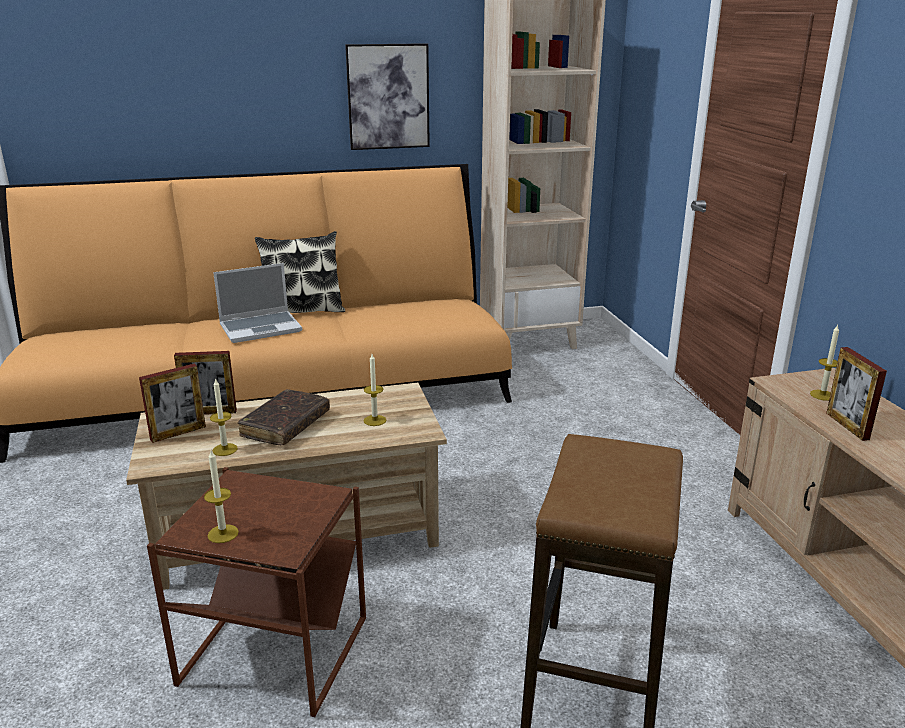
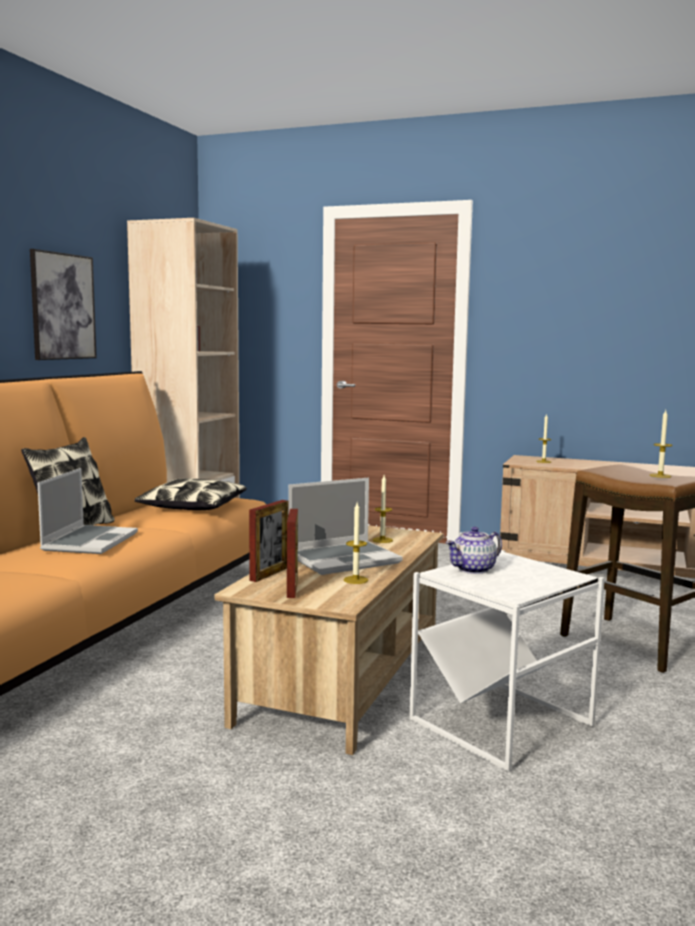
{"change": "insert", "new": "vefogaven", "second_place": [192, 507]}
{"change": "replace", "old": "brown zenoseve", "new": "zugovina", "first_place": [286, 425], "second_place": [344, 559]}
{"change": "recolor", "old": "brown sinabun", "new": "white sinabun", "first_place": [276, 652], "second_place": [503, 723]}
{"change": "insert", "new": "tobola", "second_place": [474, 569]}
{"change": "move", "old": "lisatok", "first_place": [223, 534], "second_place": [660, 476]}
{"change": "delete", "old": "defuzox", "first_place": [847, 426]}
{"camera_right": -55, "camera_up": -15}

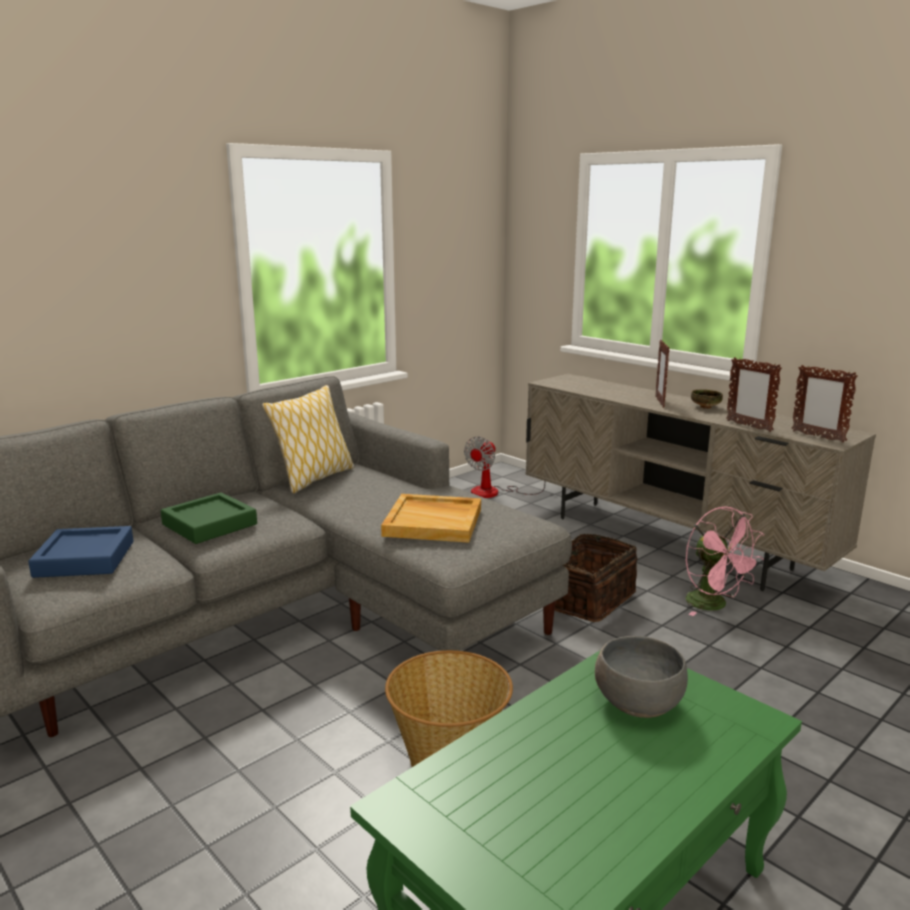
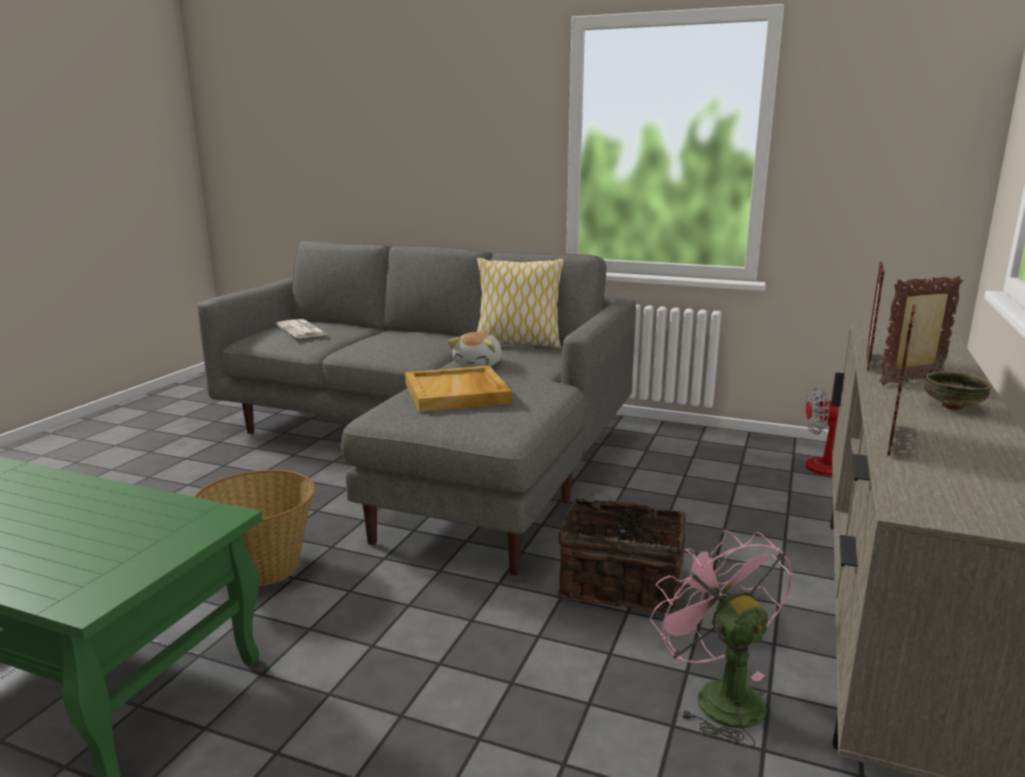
{"change": "replace", "old": "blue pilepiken", "new": "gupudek", "first_place": [85, 559], "second_place": [302, 330]}
{"change": "insert", "new": "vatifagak", "second_place": [479, 364]}
{"change": "rotate", "old": "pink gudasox", "first_place": [714, 605], "second_place": [718, 695], "degrees": 120}
{"change": "move", "old": "defuzox", "first_place": [817, 436], "second_place": [868, 361]}
{"change": "delete", "old": "green pilepiken", "first_place": [209, 524]}
{"change": "delete", "old": "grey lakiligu", "first_place": [637, 703]}
{"camera_right": 65, "camera_up": 0}

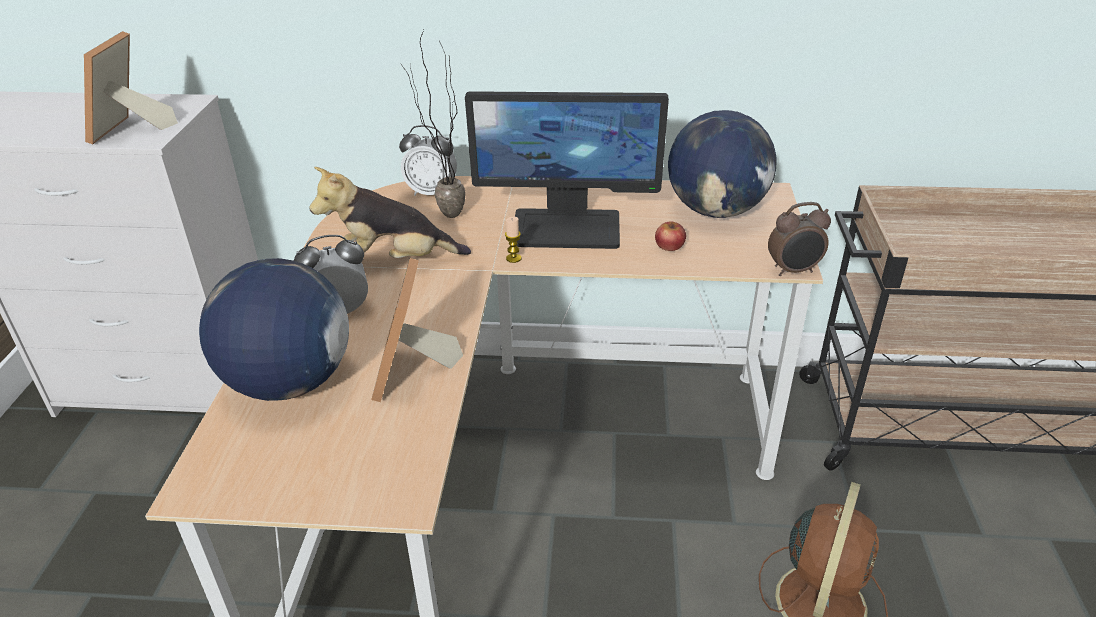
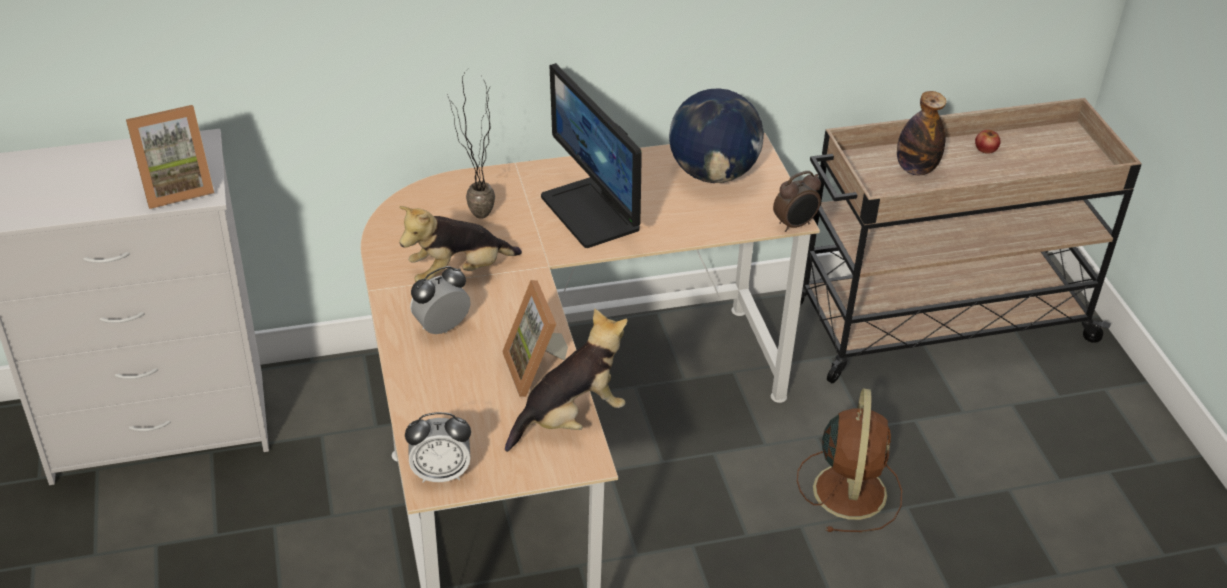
{"change": "rotate", "old": "defuzox", "first_place": [130, 131], "second_place": [175, 187], "degrees": -105}
{"change": "move", "old": "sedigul", "first_place": [431, 192], "second_place": [441, 473]}
{"change": "insert", "new": "vatifagak", "second_place": [571, 418]}
{"change": "rotate", "old": "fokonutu", "first_place": [567, 228], "second_place": [592, 212], "degrees": 75}
{"change": "insert", "new": "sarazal", "second_place": [915, 169]}
{"change": "move", "old": "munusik", "first_place": [669, 245], "second_place": [986, 149]}
{"change": "delete", "old": "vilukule", "first_place": [289, 383]}
{"change": "delete", "old": "lisatok", "first_place": [513, 258]}
{"camera_right": -20, "camera_up": 5}

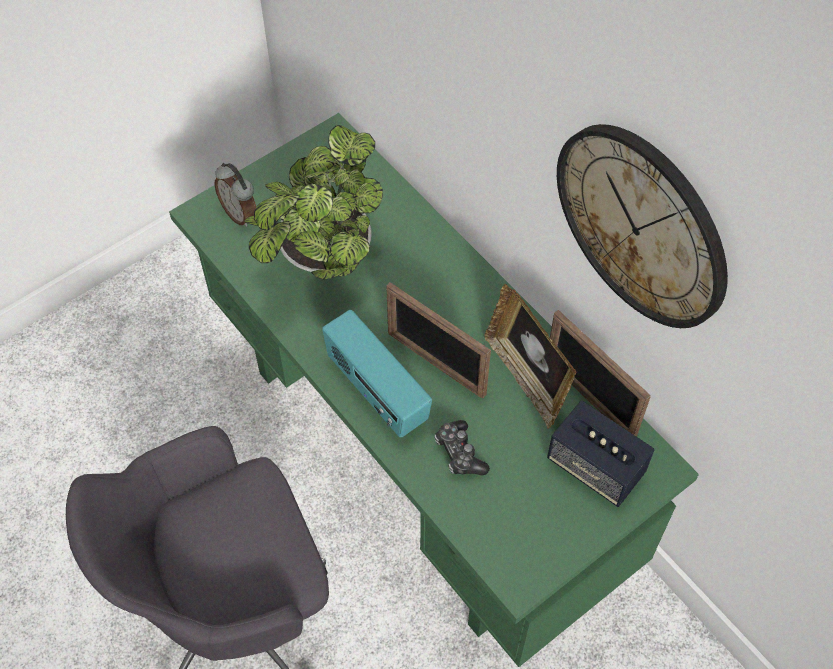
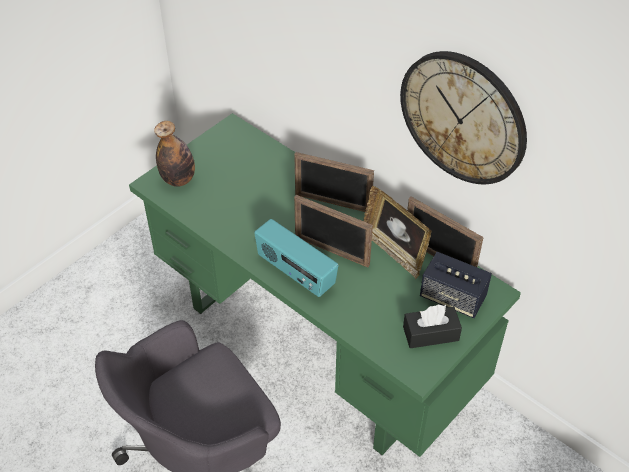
{"change": "replace", "old": "sedigul", "new": "sarazal", "first_place": [240, 213], "second_place": [178, 179]}
{"change": "insert", "new": "defuzox", "second_place": [332, 203]}
{"change": "insert", "new": "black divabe", "second_place": [430, 333]}
{"change": "delete", "old": "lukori", "first_place": [322, 259]}
{"change": "delete", "old": "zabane", "first_place": [459, 453]}
{"camera_right": -10, "camera_up": -10}

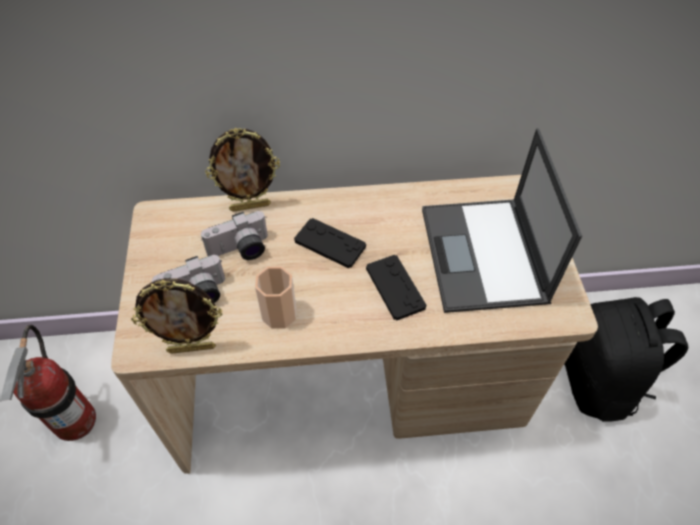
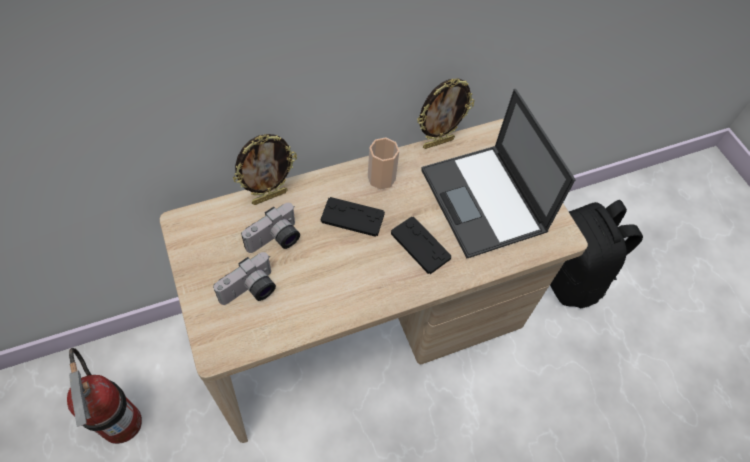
{"change": "move", "old": "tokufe", "first_place": [279, 314], "second_place": [381, 178]}
{"change": "move", "old": "defuzox", "first_place": [192, 348], "second_place": [438, 142]}
{"camera_right": -20, "camera_up": 5}

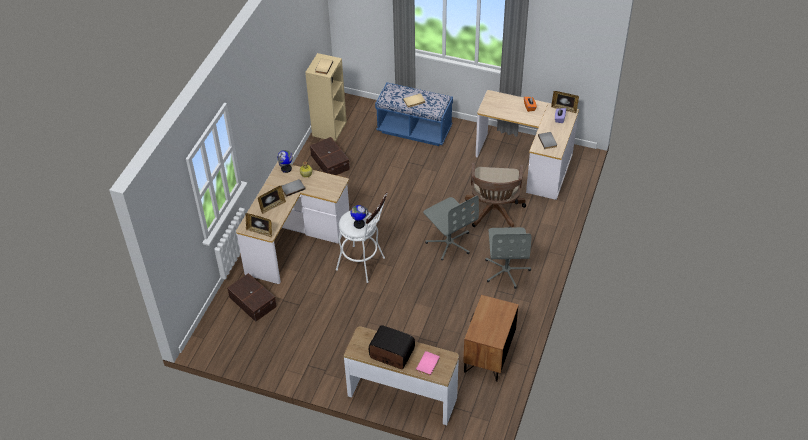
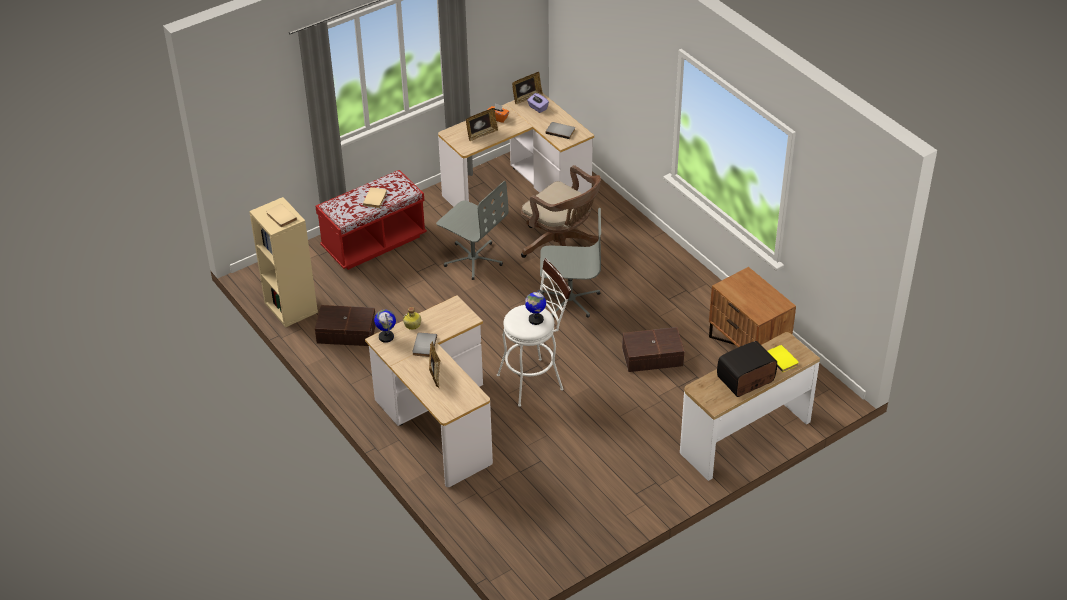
{"change": "recolor", "old": "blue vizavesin", "new": "red vizavesin", "first_place": [414, 130], "second_place": [374, 243]}
{"change": "move", "old": "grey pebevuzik", "first_place": [506, 270], "second_place": [473, 259]}
{"change": "move", "old": "defuzox", "first_place": [260, 231], "second_place": [481, 134]}
{"change": "move", "old": "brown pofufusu", "first_place": [253, 301], "second_place": [651, 356]}
{"change": "recolor", "old": "pink zenoseve", "new": "yellow zenoseve", "first_place": [428, 364], "second_place": [782, 359]}
{"camera_right": -55, "camera_up": -5}

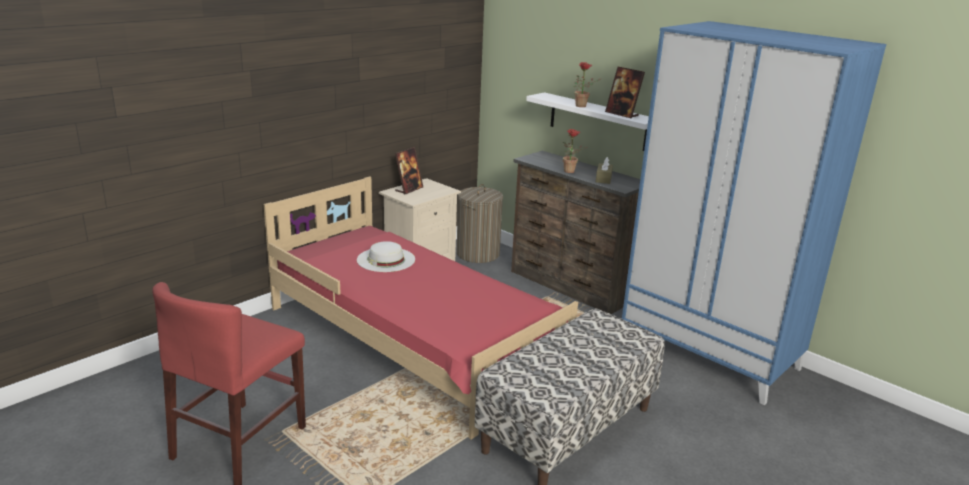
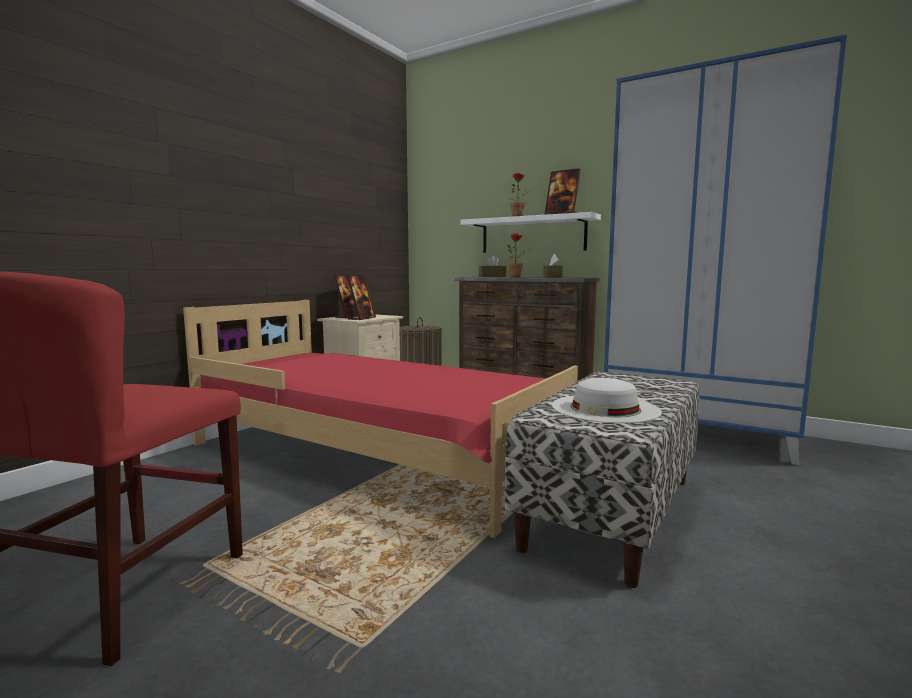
{"change": "insert", "new": "defuzox", "second_place": [362, 318]}
{"change": "insert", "new": "brown divabe", "second_place": [492, 276]}
{"change": "move", "old": "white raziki", "first_place": [386, 259], "second_place": [605, 408]}
{"camera_right": -10, "camera_up": -15}

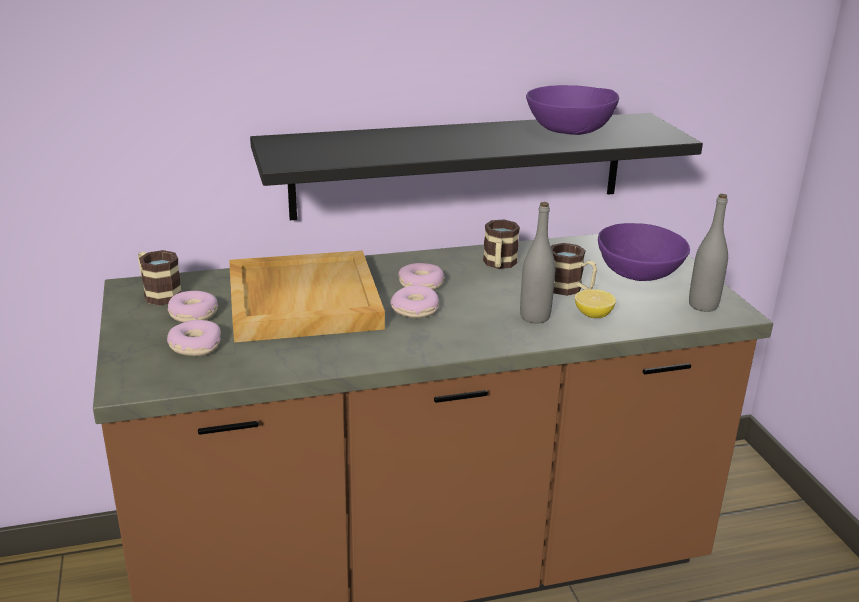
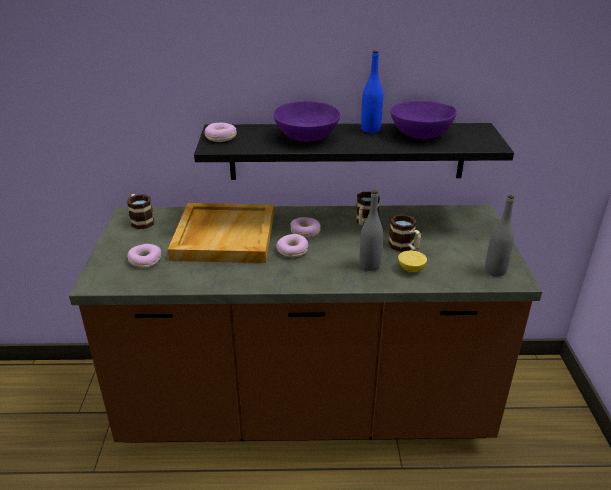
{"change": "move", "old": "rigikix", "first_place": [193, 314], "second_place": [221, 138]}
{"change": "move", "old": "purple lakiligu", "first_place": [639, 273], "second_place": [307, 137]}
{"change": "insert", "new": "blue sarazal", "second_place": [370, 130]}
{"camera_right": 15, "camera_up": 5}

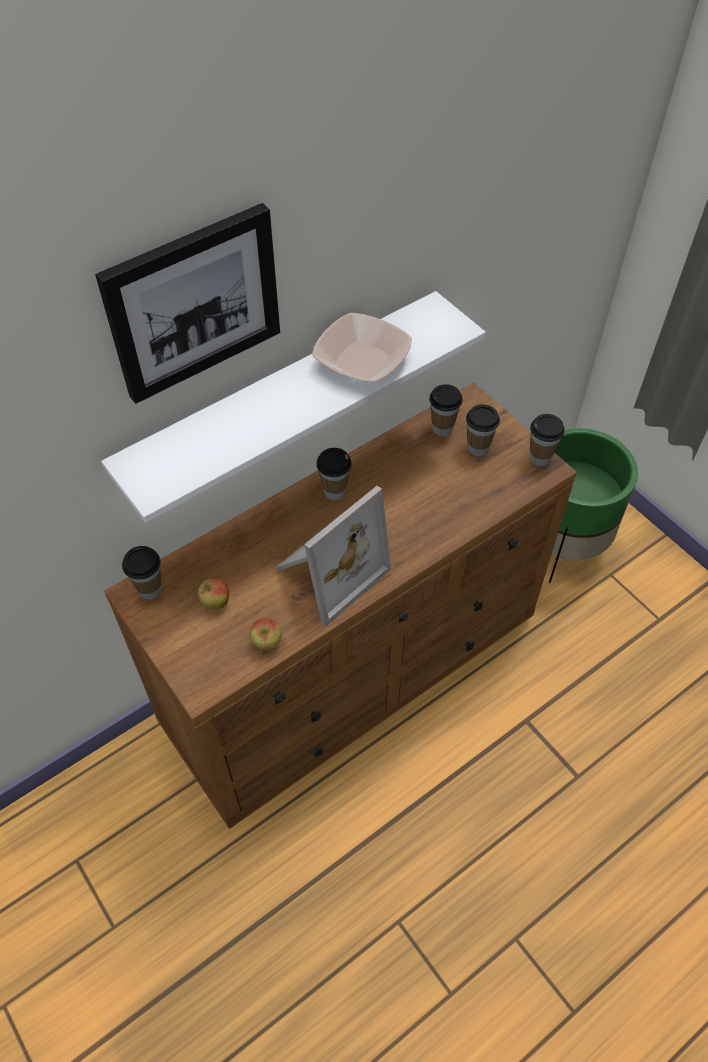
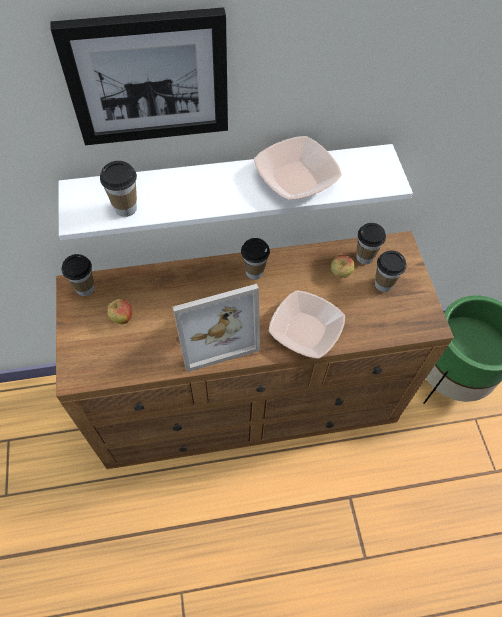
{"change": "move", "old": "tokufe", "first_place": [540, 458], "second_place": [126, 208]}
{"change": "insert", "new": "lakiligu", "second_place": [305, 330]}
{"change": "move", "old": "munusik", "first_place": [267, 643], "second_place": [340, 274]}
{"camera_right": 25, "camera_up": 5}

